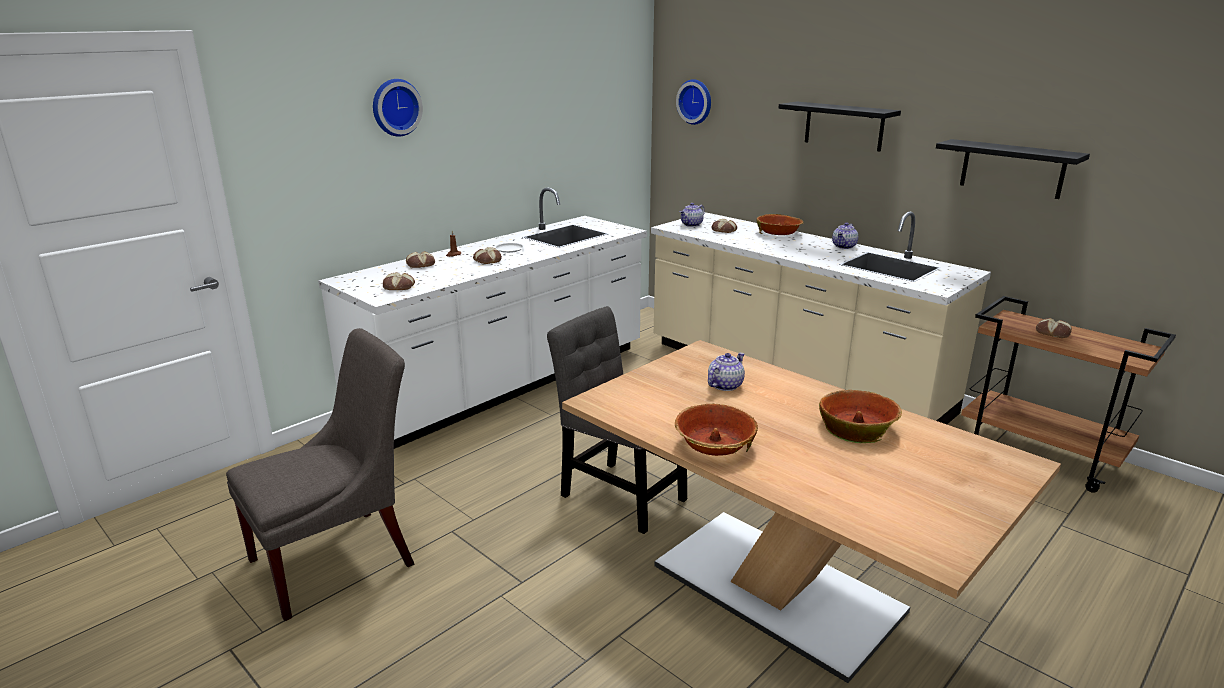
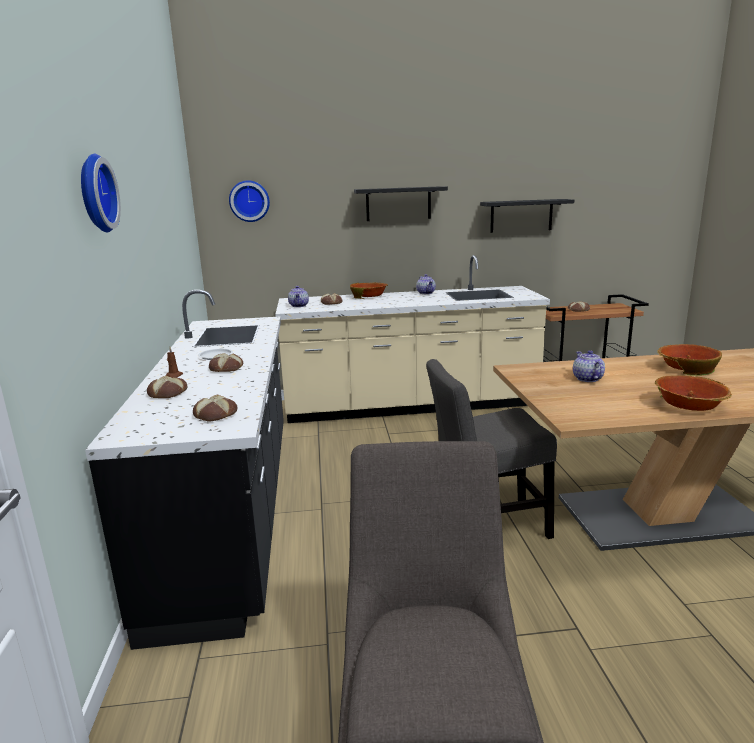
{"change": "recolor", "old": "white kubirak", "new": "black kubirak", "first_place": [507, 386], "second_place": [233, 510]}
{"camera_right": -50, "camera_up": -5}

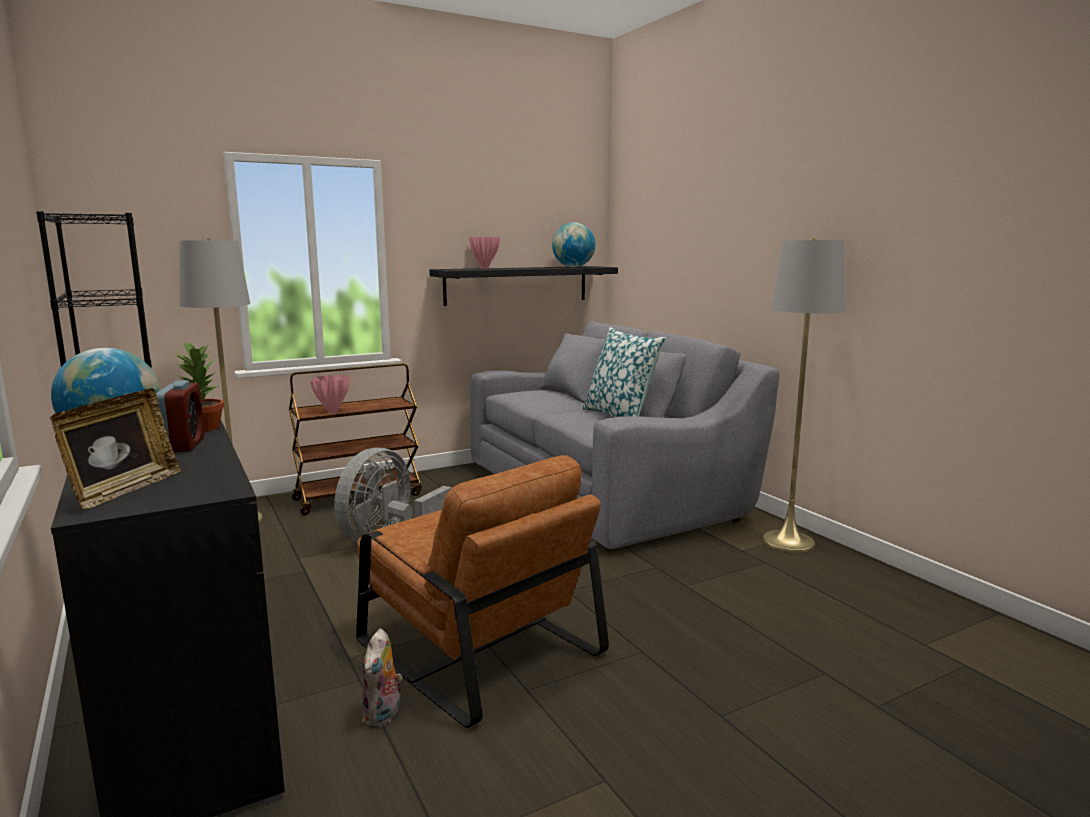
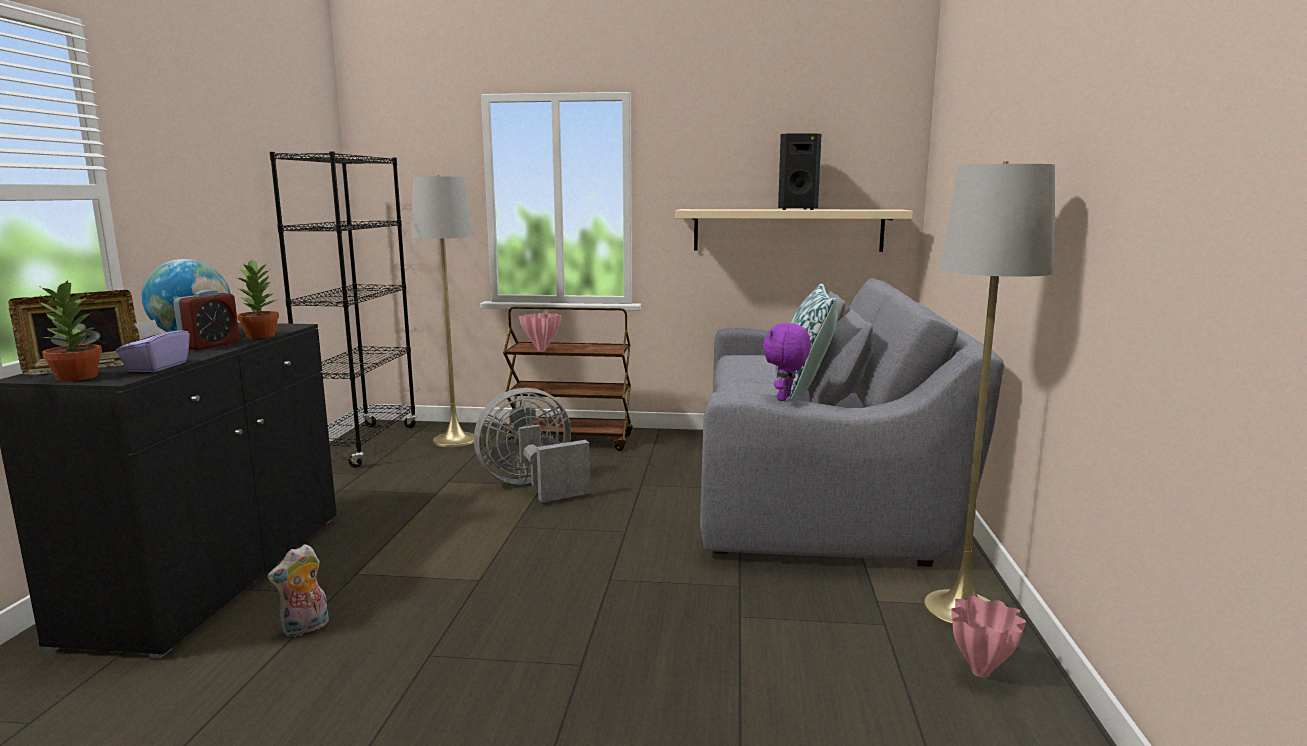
{"change": "insert", "new": "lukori", "second_place": [76, 377]}
{"change": "insert", "new": "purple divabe", "second_place": [157, 367]}
{"change": "recolor", "old": "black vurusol", "new": "beige vurusol", "first_place": [517, 285], "second_place": [788, 230]}
{"change": "insert", "new": "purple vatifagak", "second_place": [785, 398]}
{"change": "insert", "new": "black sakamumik", "second_place": [796, 209]}
{"change": "move", "old": "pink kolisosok", "first_place": [485, 268], "second_place": [982, 672]}
{"change": "delete", "old": "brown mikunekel", "first_place": [475, 645]}
{"change": "delete", "old": "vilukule", "first_place": [573, 267]}
{"camera_right": 35, "camera_up": 0}

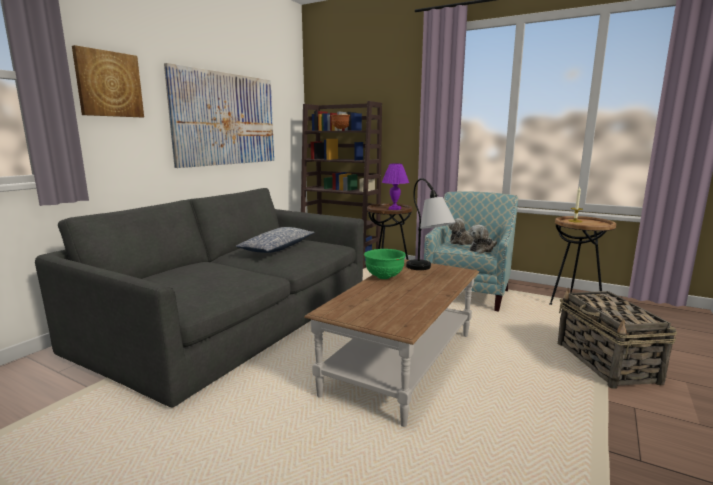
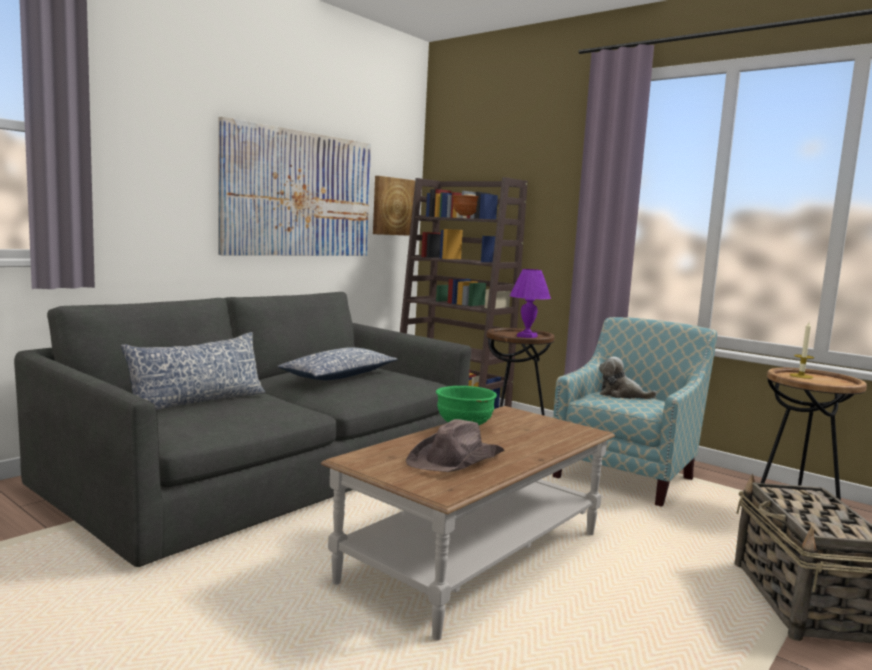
{"change": "insert", "new": "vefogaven", "second_place": [197, 401]}
{"change": "move", "old": "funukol", "first_place": [109, 84], "second_place": [393, 206]}
{"change": "insert", "new": "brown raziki", "second_place": [456, 459]}
{"change": "delete", "old": "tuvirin", "first_place": [428, 271]}
{"change": "delete", "old": "vatifagak", "first_place": [482, 249]}
{"camera_right": 10, "camera_up": -5}

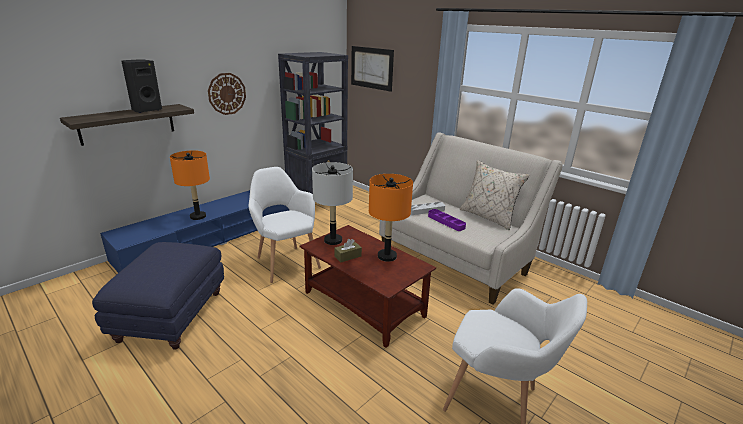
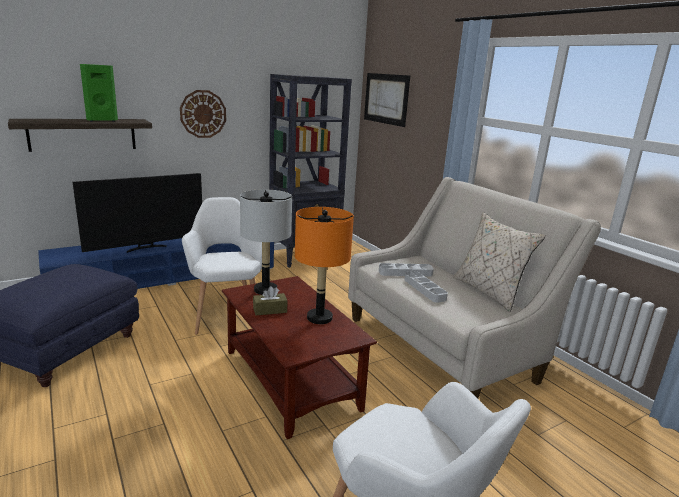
{"change": "replace", "old": "orange tuvirin", "new": "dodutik", "first_place": [198, 216], "second_place": [146, 248]}
{"change": "recolor", "old": "black sakamumik", "new": "green sakamumik", "first_place": [146, 110], "second_place": [101, 120]}
{"change": "recolor", "old": "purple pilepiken", "new": "grey pilepiken", "first_place": [446, 222], "second_place": [424, 289]}
{"camera_right": 15, "camera_up": -5}

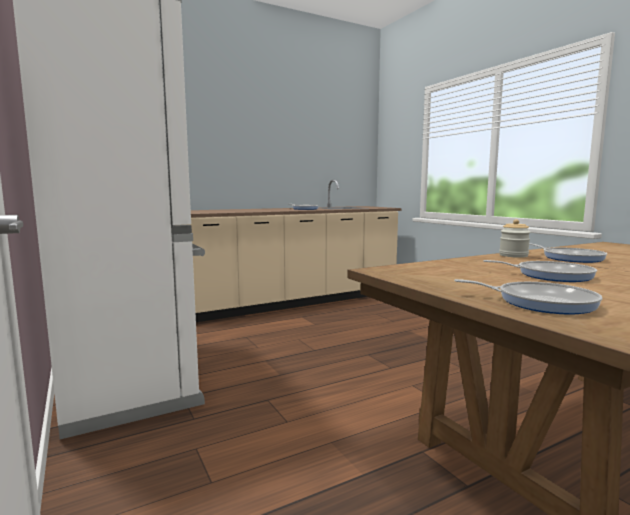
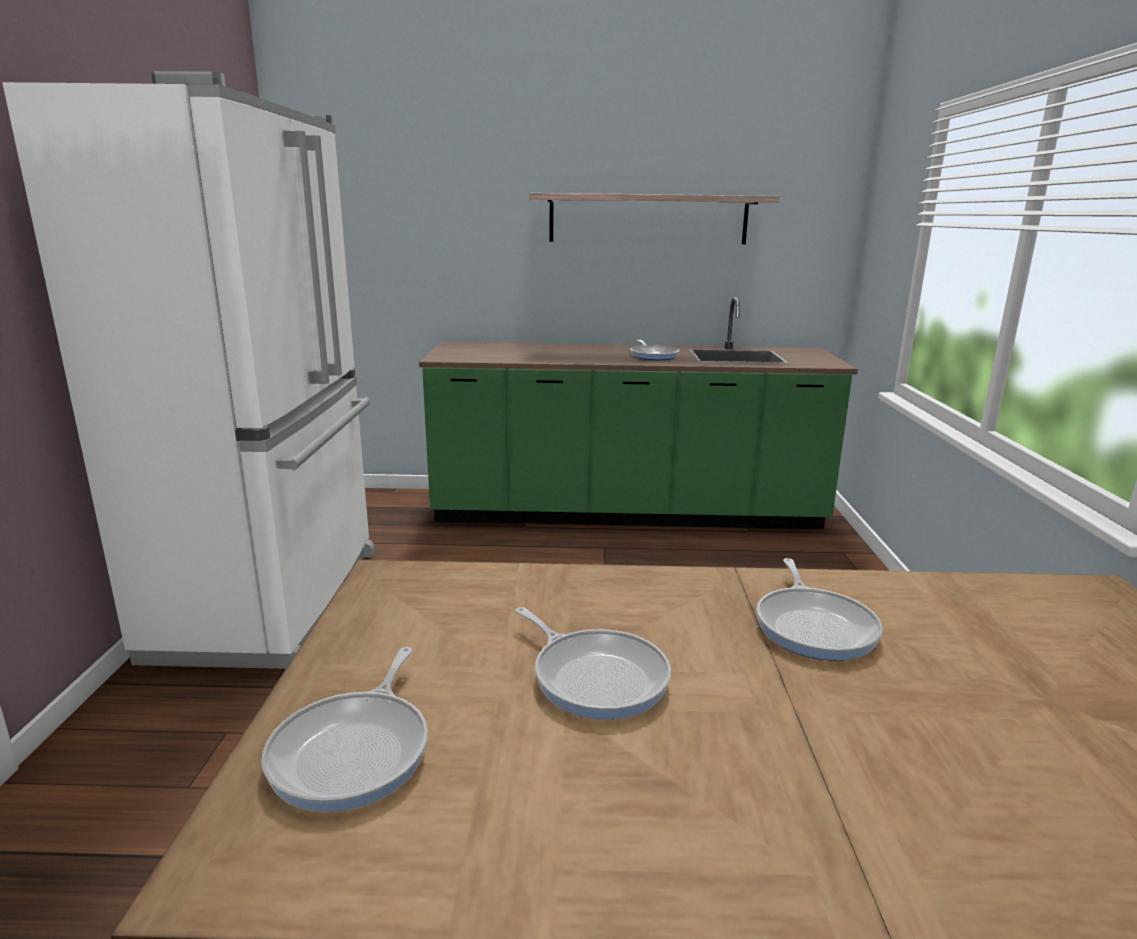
{"change": "rotate", "old": "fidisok", "first_place": [540, 302], "second_place": [355, 751], "degrees": 45}
{"change": "recolor", "old": "beige kubirak", "new": "green kubirak", "first_place": [293, 302], "second_place": [626, 513]}
{"change": "insert", "new": "vurusol", "second_place": [648, 219]}
{"change": "delete", "old": "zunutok", "first_place": [513, 255]}
{"camera_right": 30, "camera_up": 10}

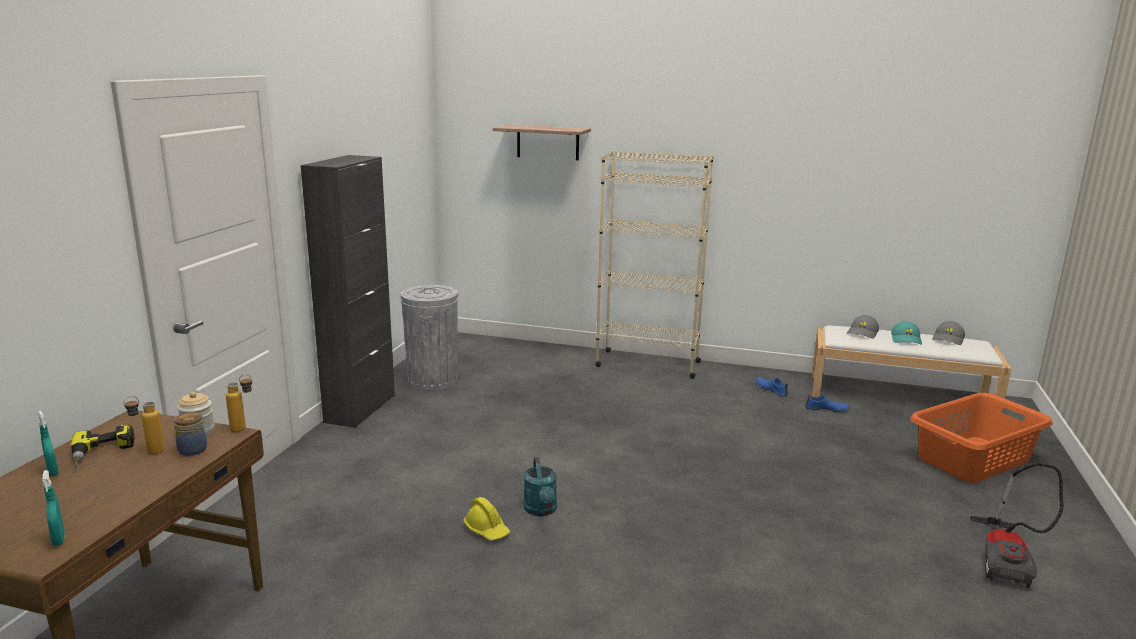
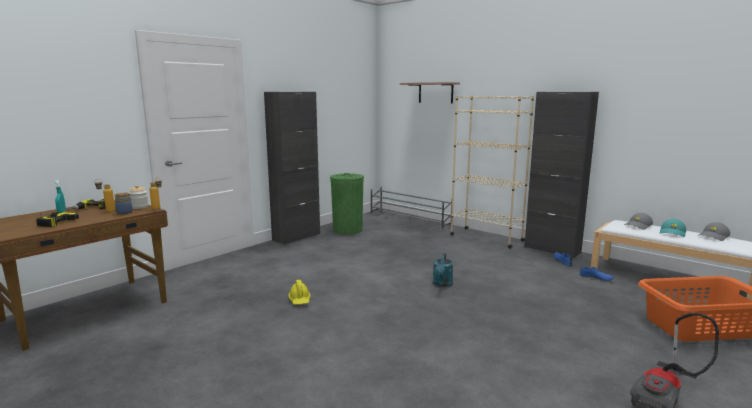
{"change": "insert", "new": "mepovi", "second_place": [49, 222]}
{"change": "recolor", "old": "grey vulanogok", "new": "green vulanogok", "first_place": [432, 380], "second_place": [347, 230]}
{"change": "insert", "new": "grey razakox", "second_place": [409, 219]}
{"change": "move", "old": "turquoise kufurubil", "first_place": [541, 511], "second_place": [442, 284]}
{"change": "insert", "new": "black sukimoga", "second_place": [552, 249]}
{"change": "delete", "old": "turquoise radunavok", "first_place": [59, 540]}
{"camera_right": 25, "camera_up": -5}

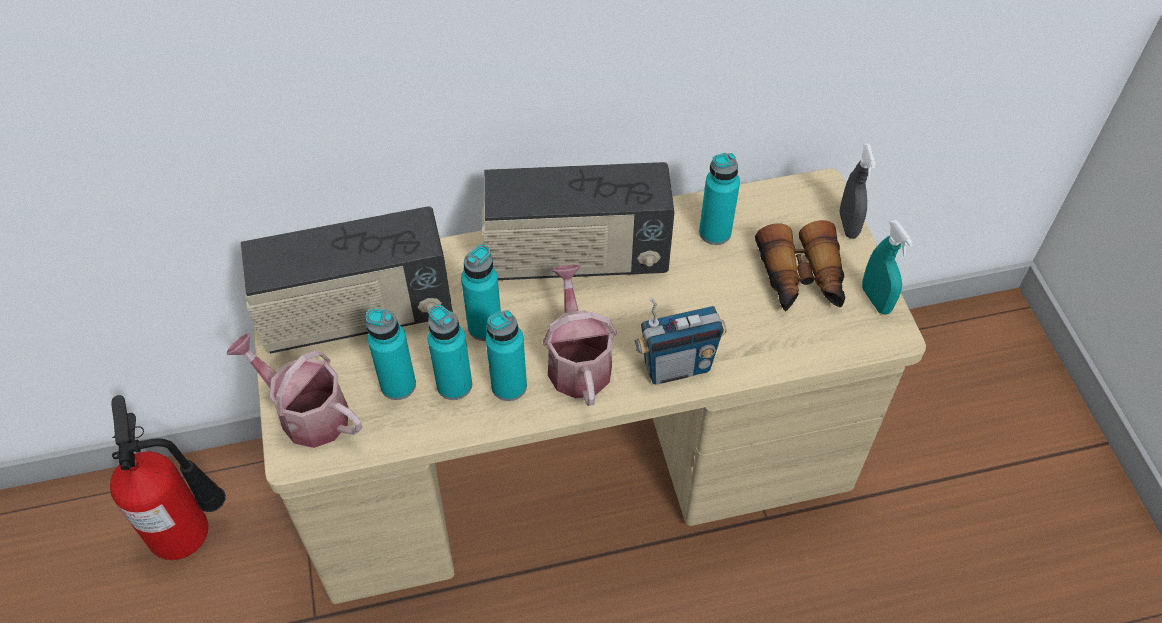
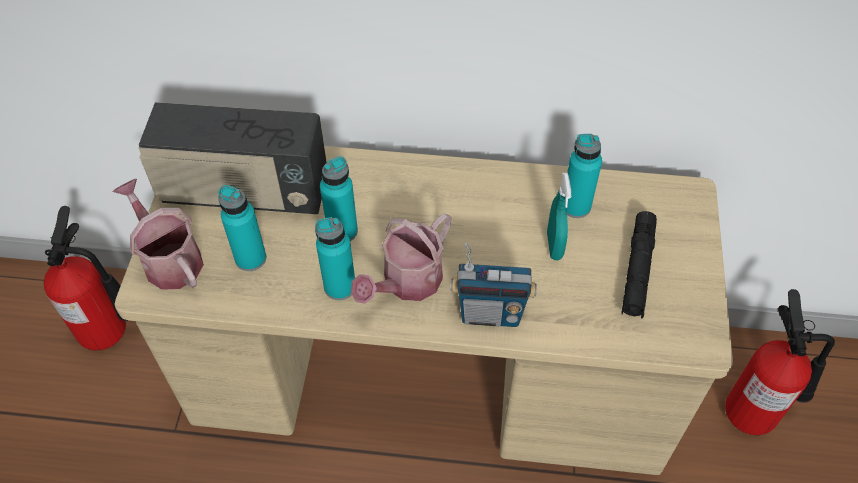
{"change": "rotate", "old": "kufurubil", "first_place": [577, 361], "second_place": [407, 283], "degrees": -150}
{"change": "move", "old": "turquoise radunavok", "first_place": [876, 300], "second_place": [554, 246]}
{"change": "replace", "old": "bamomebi", "new": "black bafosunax", "first_place": [801, 280], "second_place": [637, 270]}
{"change": "insert", "new": "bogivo", "second_place": [756, 411]}
{"change": "delete", "old": "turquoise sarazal", "first_place": [454, 385]}
{"change": "delete", "old": "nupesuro", "first_place": [576, 258]}
{"change": "delete", "old": "grey radunavok", "first_place": [848, 225]}
{"camera_right": 20, "camera_up": 0}

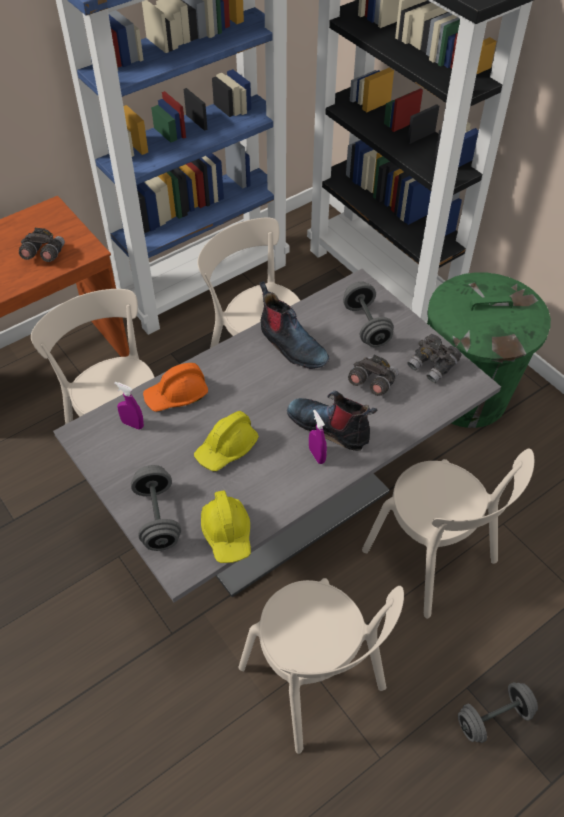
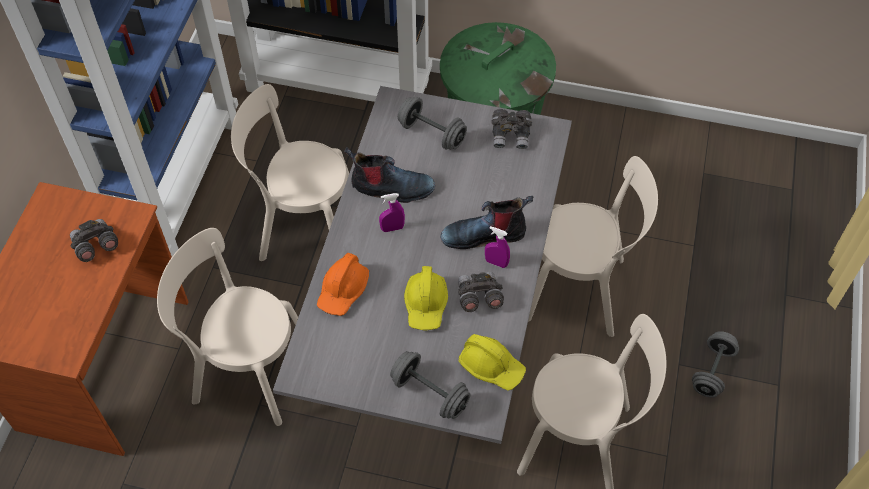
{"change": "move", "old": "purple radunavok", "first_place": [132, 424], "second_place": [392, 228]}
{"change": "move", "old": "grey bamomebi", "first_place": [372, 383], "second_place": [478, 298]}
{"camera_right": -40, "camera_up": 5}

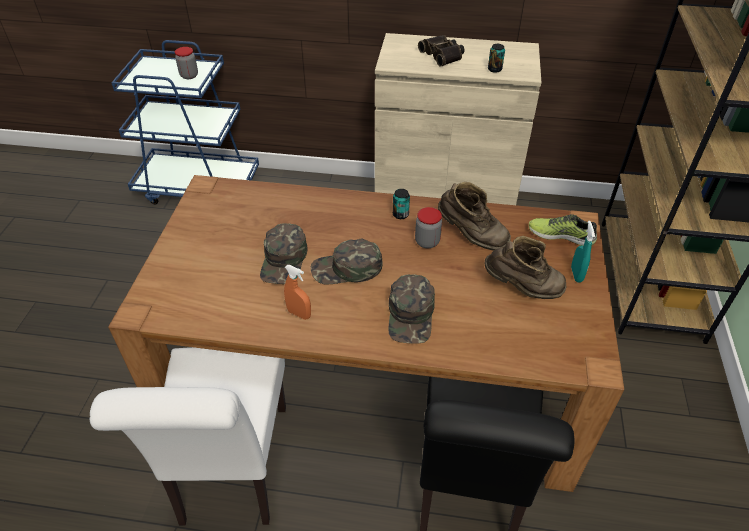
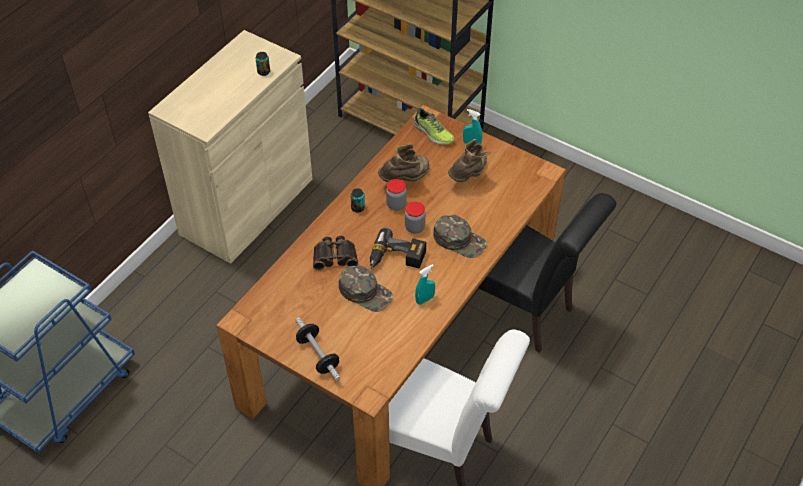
{"change": "insert", "new": "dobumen", "second_place": [318, 355]}
{"change": "move", "old": "bamomebi", "first_place": [443, 55], "second_place": [335, 256]}
{"change": "replace", "old": "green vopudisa", "new": "mepovi", "first_place": [346, 269], "second_place": [396, 259]}
{"change": "move", "old": "zunutok", "first_place": [189, 75], "second_place": [414, 227]}
{"change": "rotate", "old": "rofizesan", "first_place": [561, 235], "second_place": [433, 133], "degrees": -90}
{"change": "recolor", "old": "orange radunavok", "new": "turquoise radunavok", "first_place": [299, 314], "second_place": [425, 299]}
{"camera_right": -65, "camera_up": 5}

